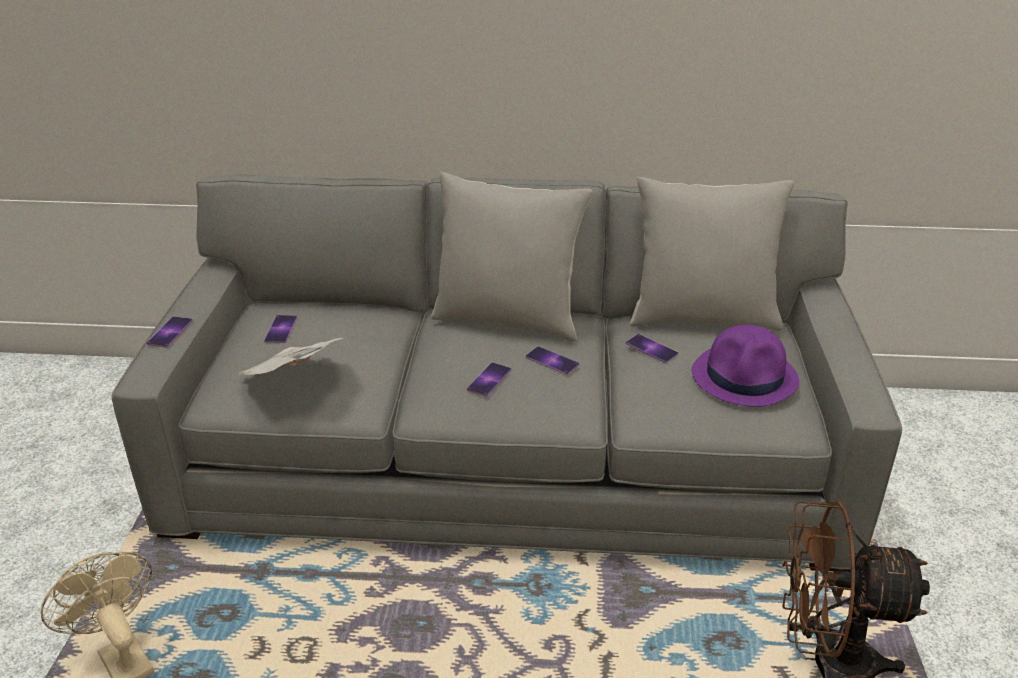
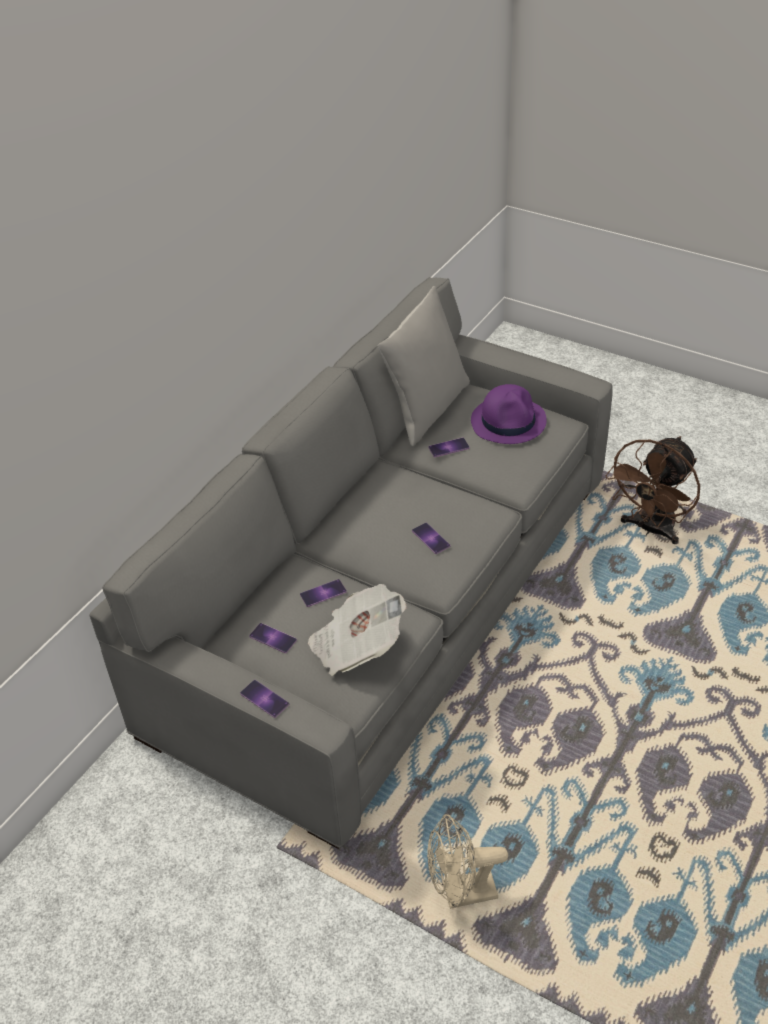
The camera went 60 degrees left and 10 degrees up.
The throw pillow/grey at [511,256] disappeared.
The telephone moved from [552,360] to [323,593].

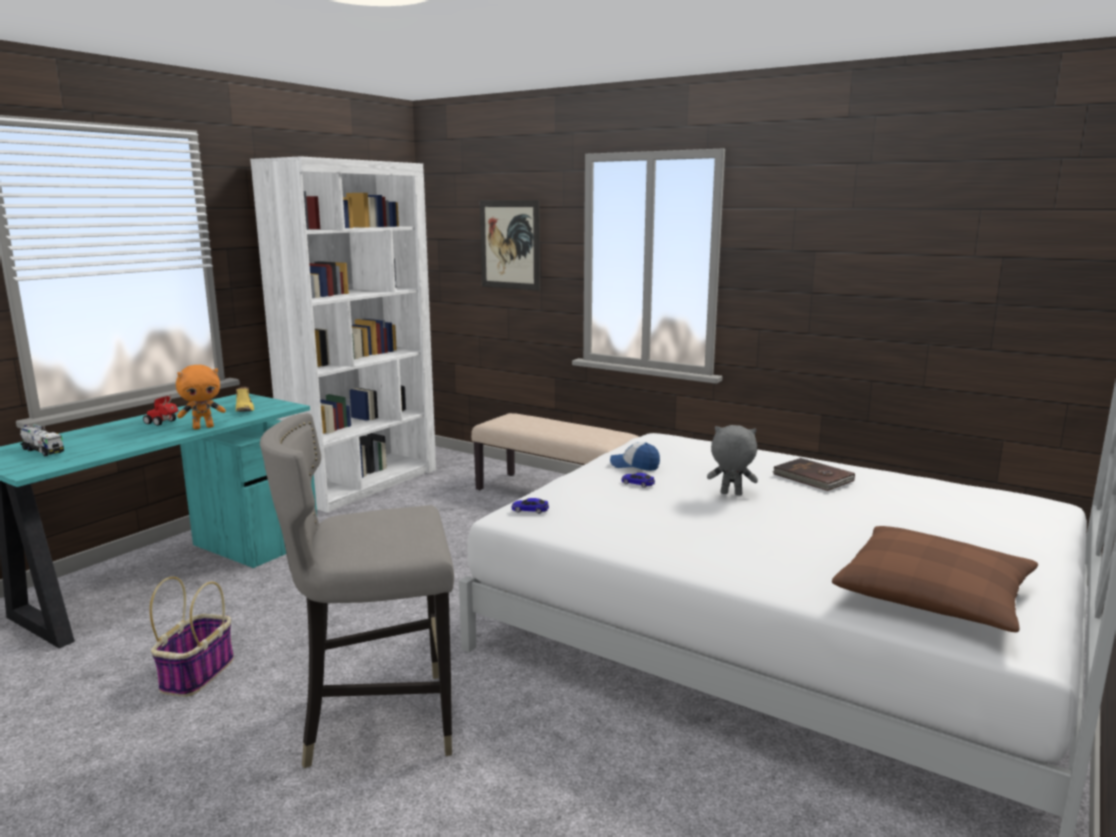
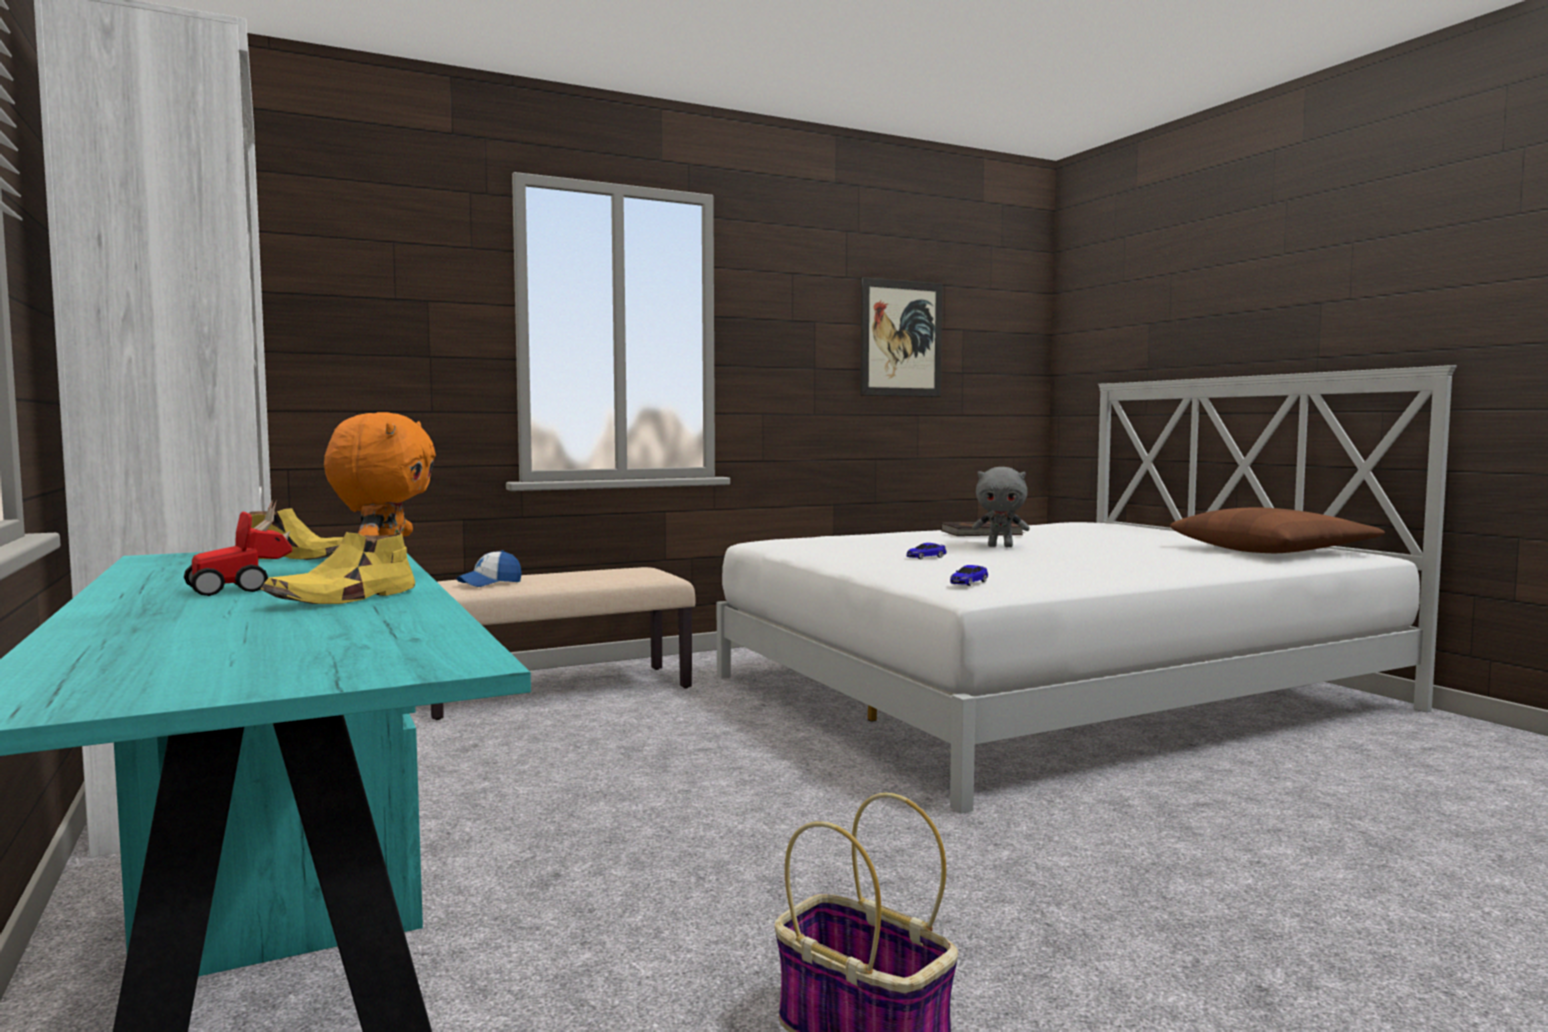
The camera went 60 degrees left and 10 degrees down.
The picture moved from [510,245] to [901,337].
The stool seat/grey at [357,591] disappeared.
The model truck at [42,440] disappeared.
The soft toy/grey at [732,460] turned 120 degrees counterclockwise.
The baseball cap moved from [635,456] to [489,568].
The item of footwear/yellowish at [337,568] appeared.

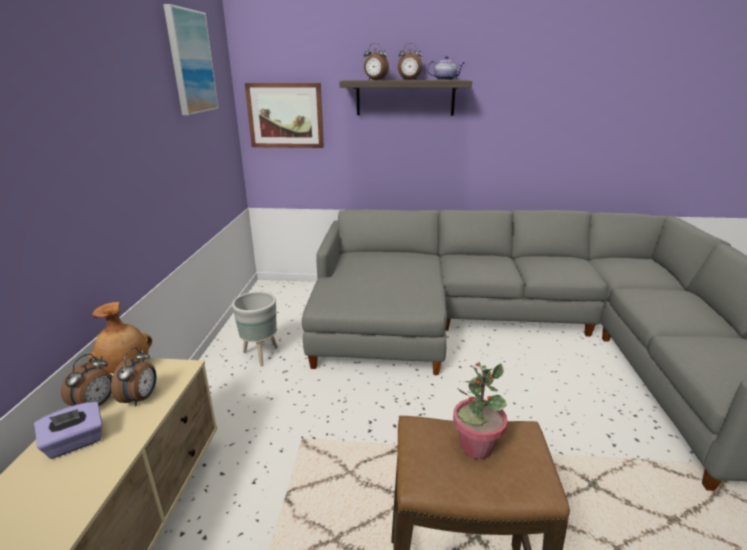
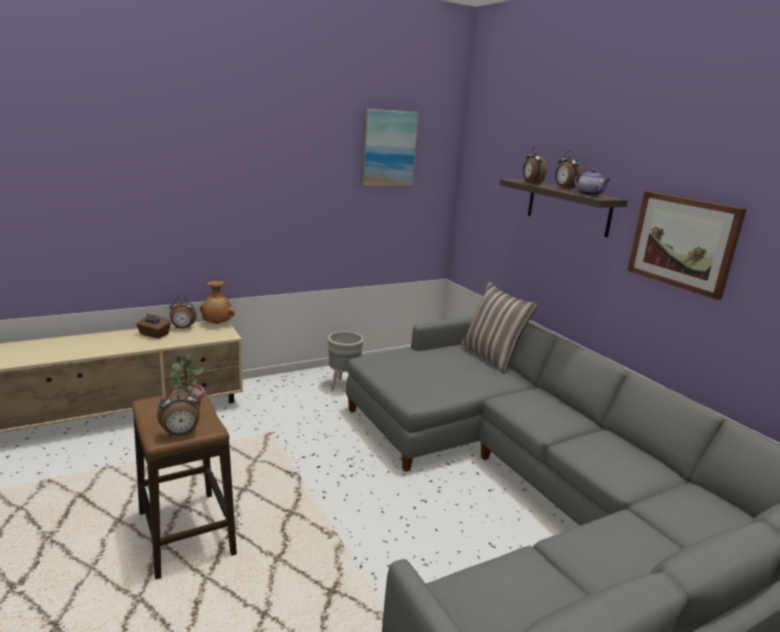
The camera went 55 degrees right and 5 degrees down.
The picture moved from [284,115] to [686,245].
The alarm clock moved from [133,377] to [178,411].
The tissue holder/purplish at [68,430] became the tissue holder/brownish at [153,326].
The throw pillow at [499,327] appeared.

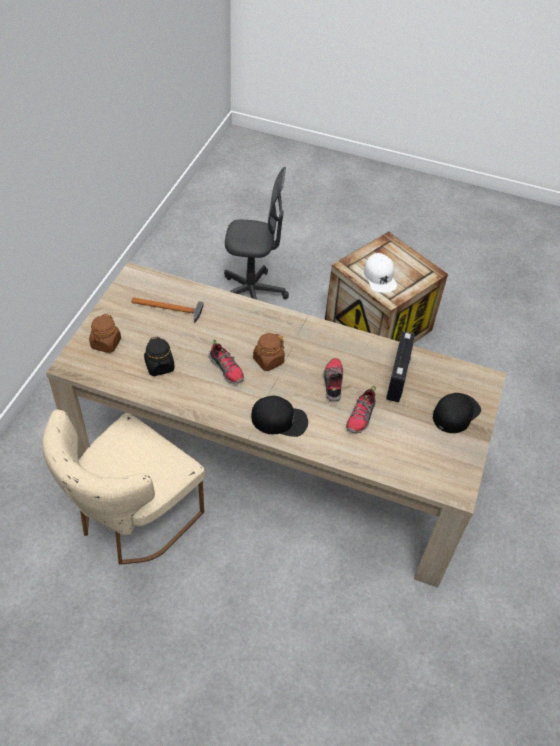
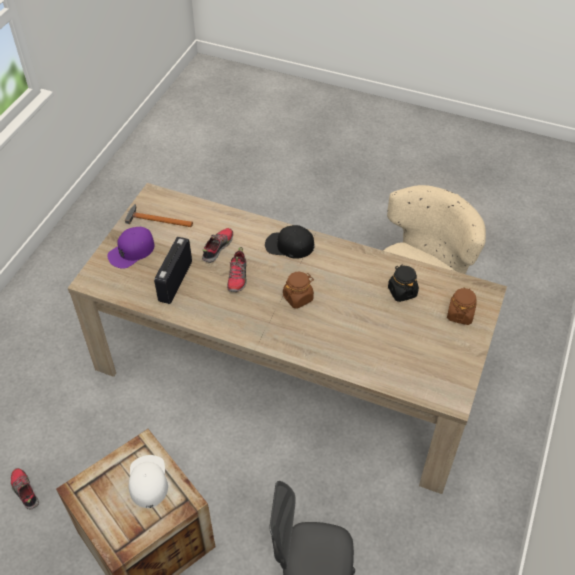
The camera went 175 degrees left and 0 degrees up.
The hammer moved from [168,310] to [159,215].
The item of footwear moved from [226,361] to [25,489].
The baseball cap/black-coloured at [457,413] became the baseball cap/purplish at [130,248].

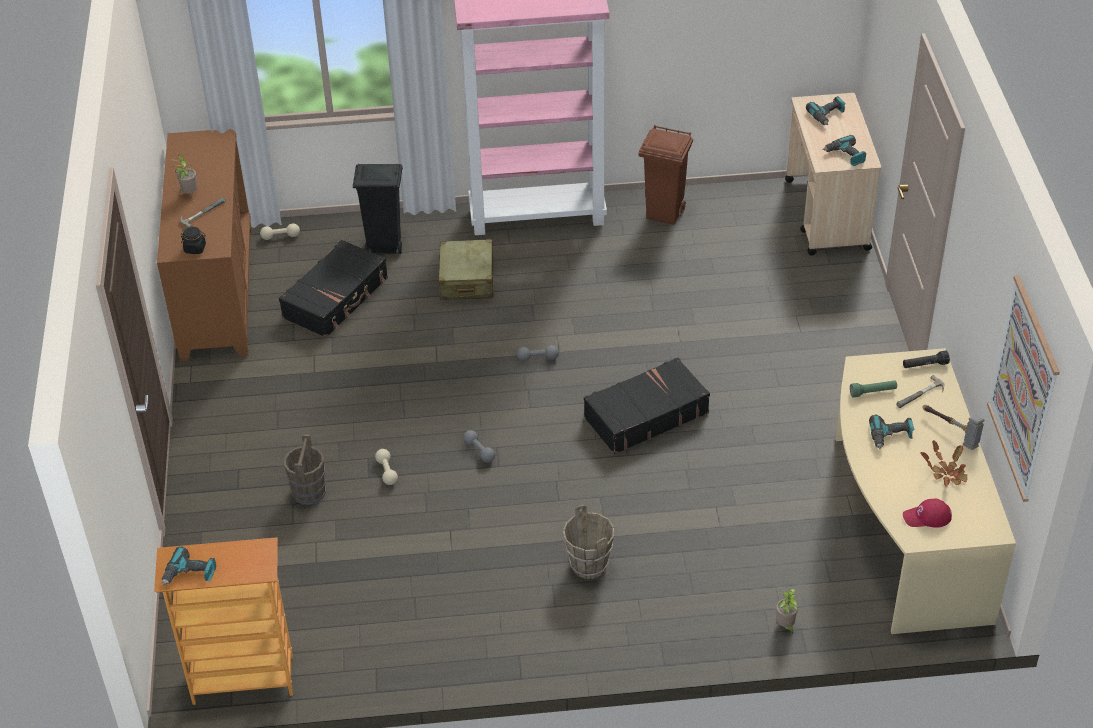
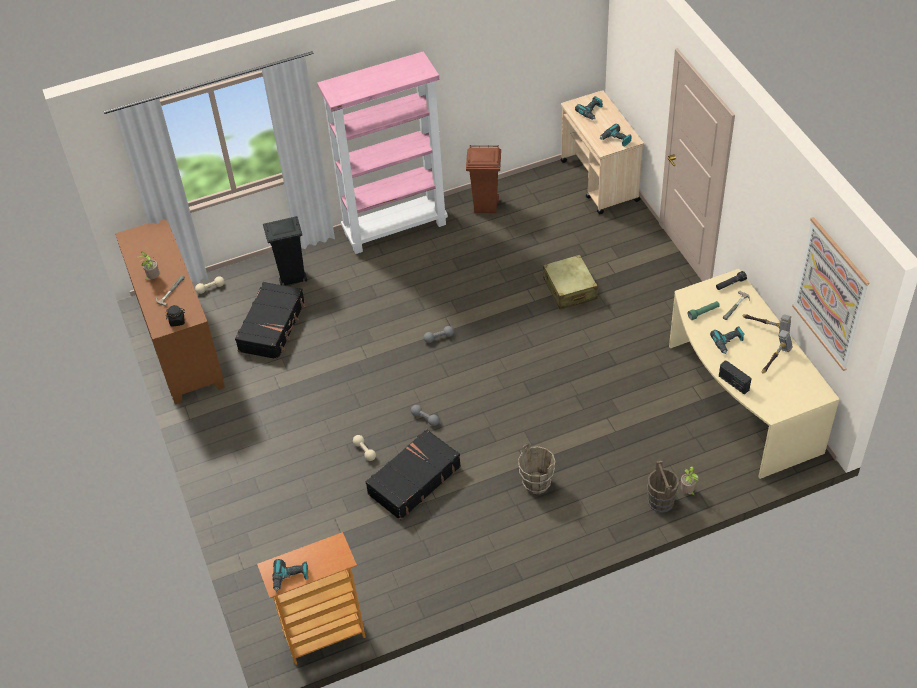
The camera went 15 degrees left and 5 degrees up.
The piece of luggage/beige-coloured moved from [466,269] to [570,282].
The piece of luggage/black-coloured moved from [647,405] to [413,474].
The bucket/brownish moved from [305,469] to [663,487].
The houseplant at [943,463] was replaced by the hammer at [777,352].
The baseball cap/red-coloured at [927,513] disappeared.
The radio set at [735,377] appeared.

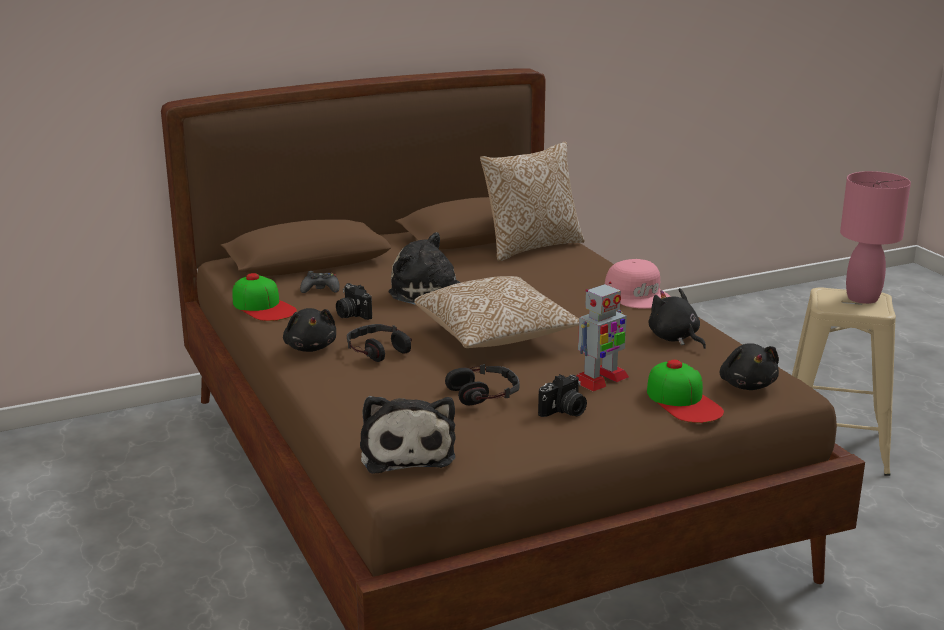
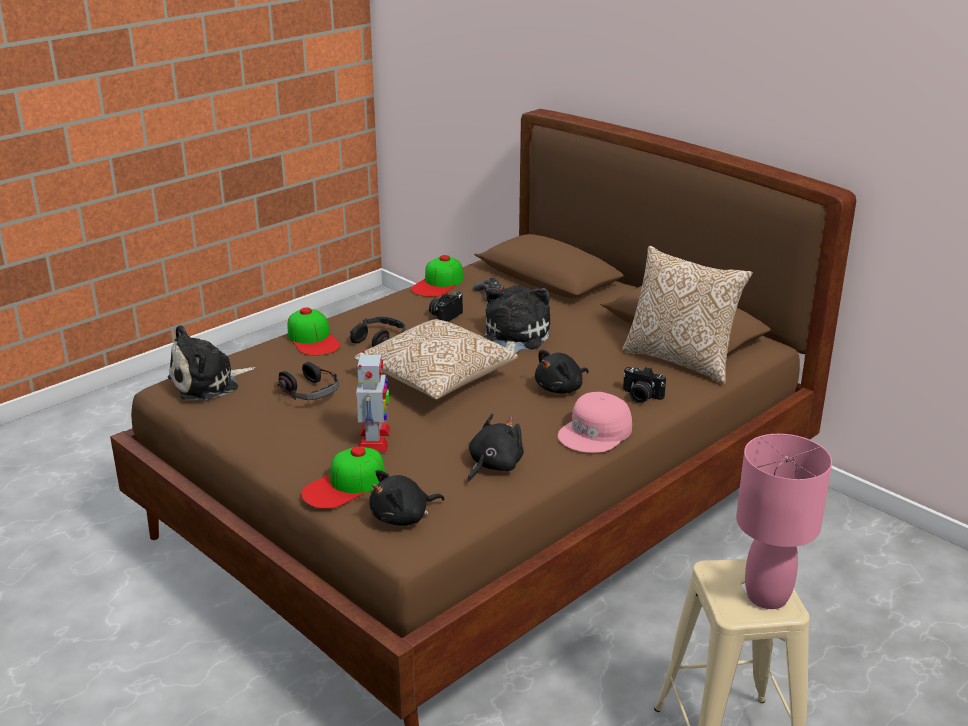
The camera went 70 degrees right and 5 degrees up.
The robot figure at [602,336] turned 120 degrees counterclockwise.
The soft toy/black-coloured moved from [309,330] to [562,371].
The photo camera moved from [562,395] to [644,385].
The baseball cap at [314,331] appeared.

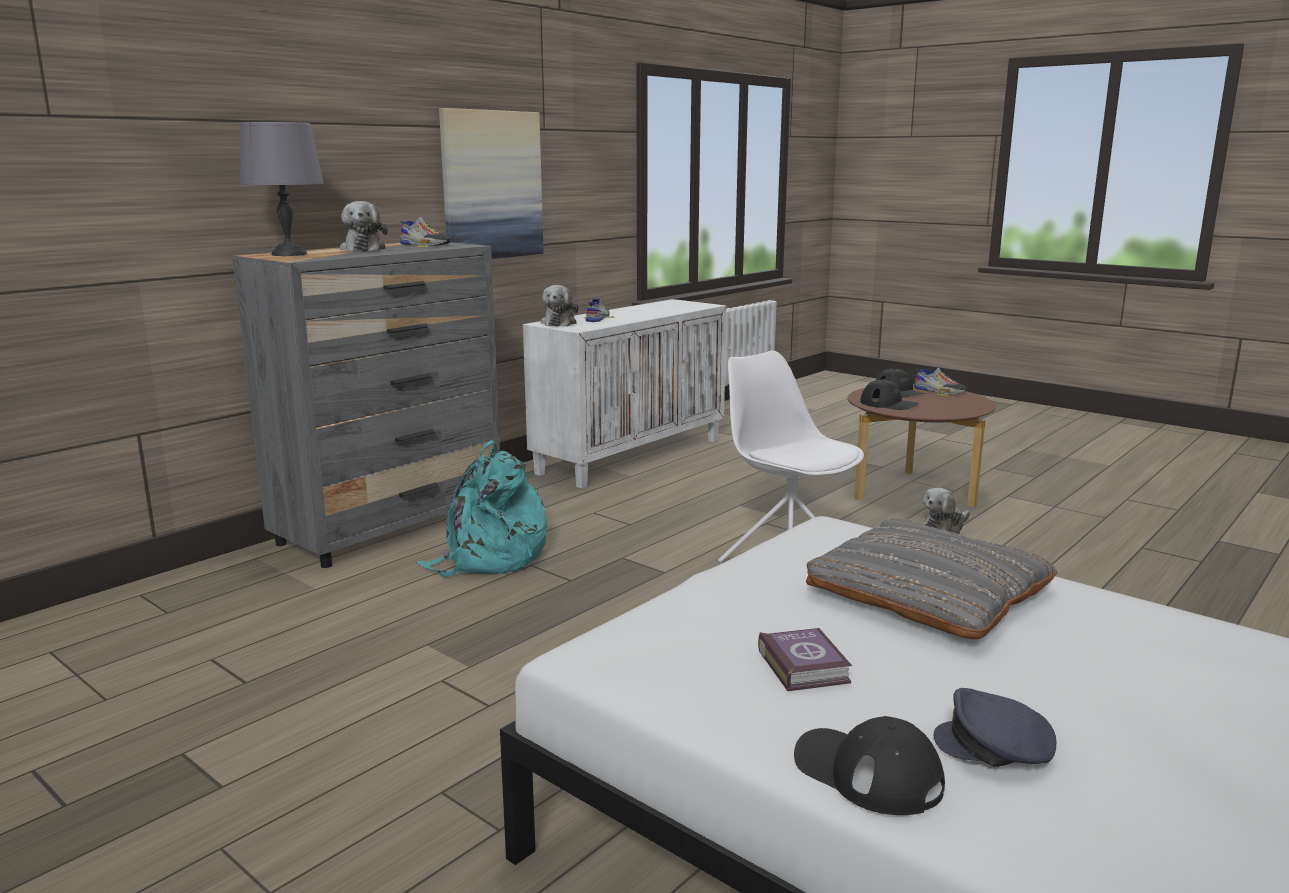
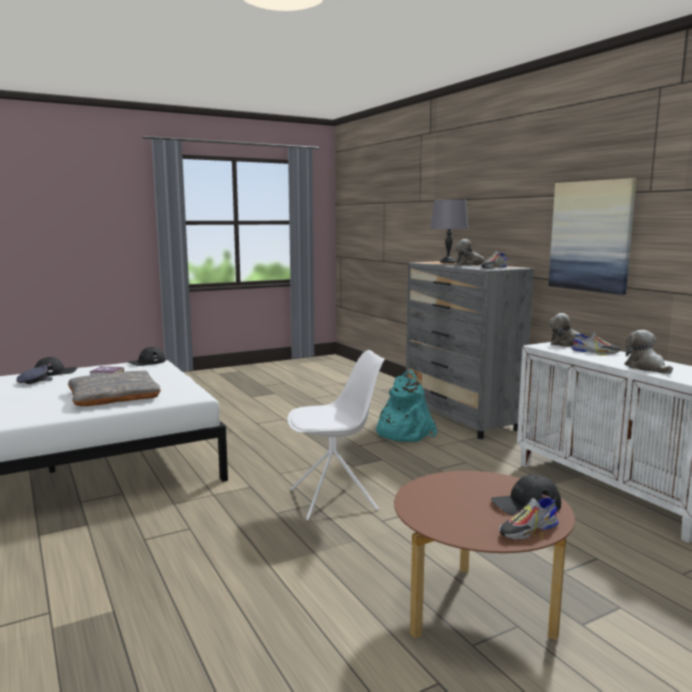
The camera went 110 degrees right and 5 degrees down.
The baseball cap/black-coloured moved from [889,395] to [147,356].
The soft toy moved from [946,511] to [648,352].

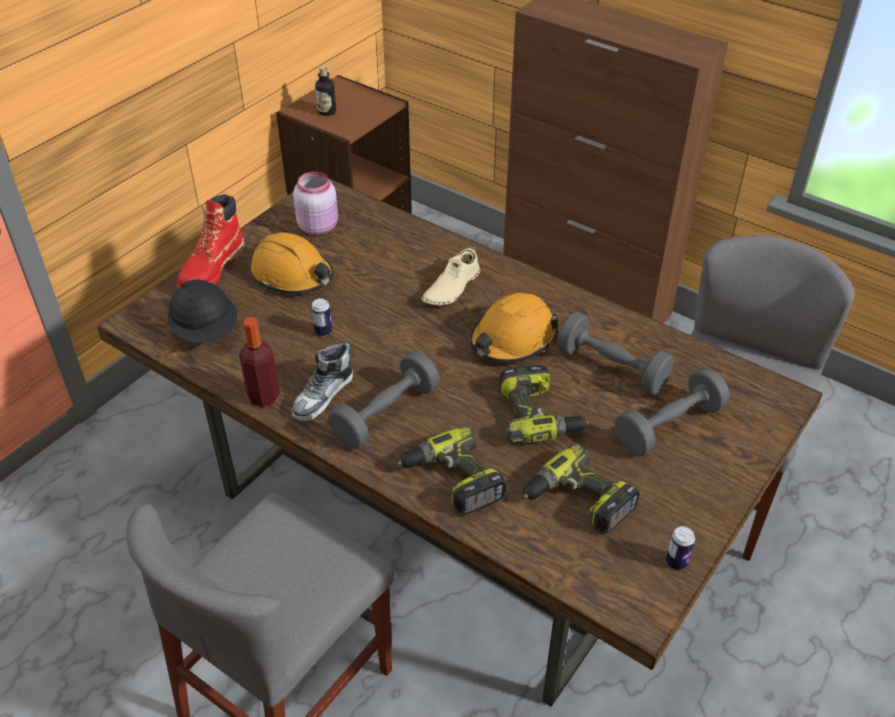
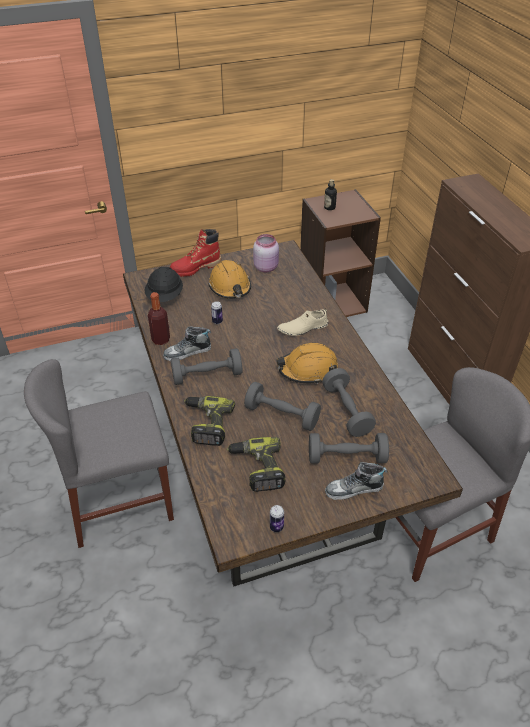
The camera went 35 degrees right and 0 degrees up.
The power drill at [544,403] was replaced by the free weight/grey at [282,406].
The item of footwear at [356,481] appeared.

